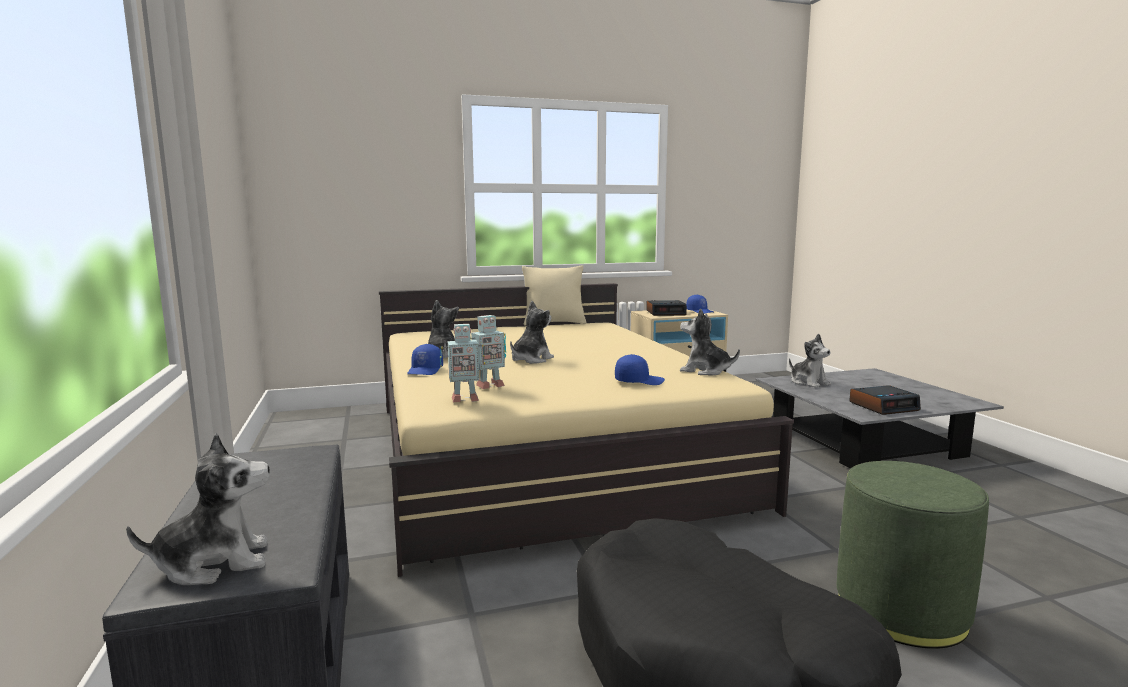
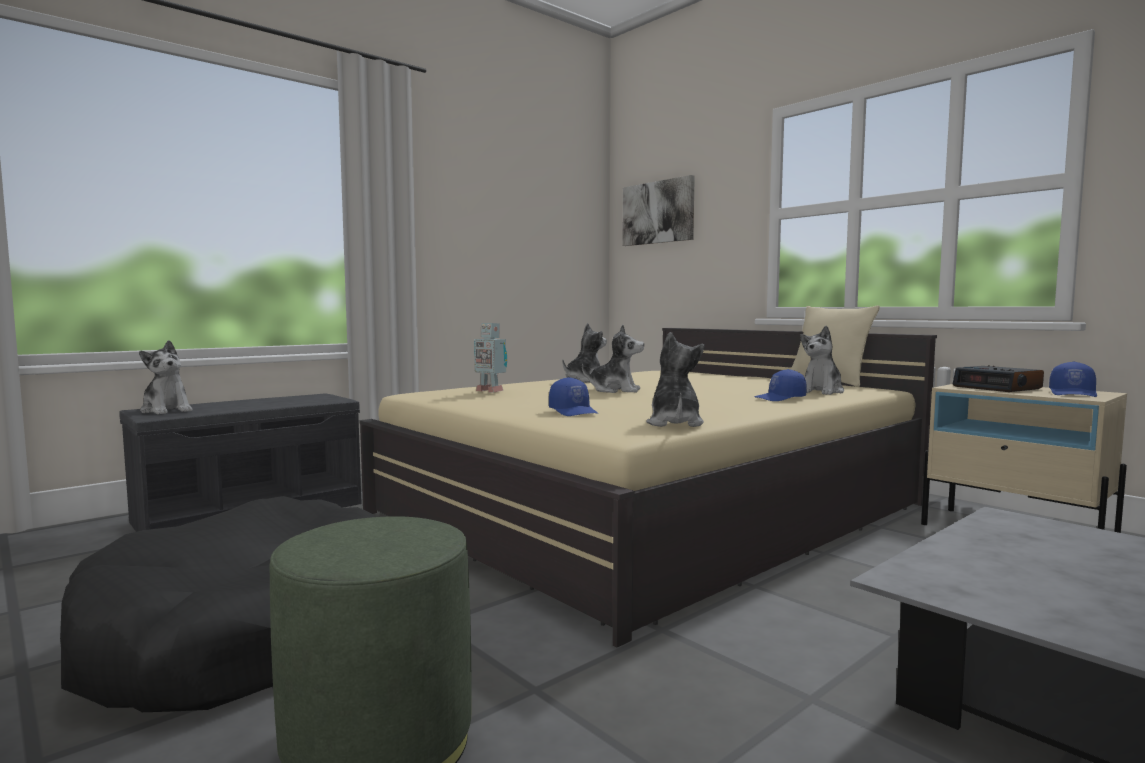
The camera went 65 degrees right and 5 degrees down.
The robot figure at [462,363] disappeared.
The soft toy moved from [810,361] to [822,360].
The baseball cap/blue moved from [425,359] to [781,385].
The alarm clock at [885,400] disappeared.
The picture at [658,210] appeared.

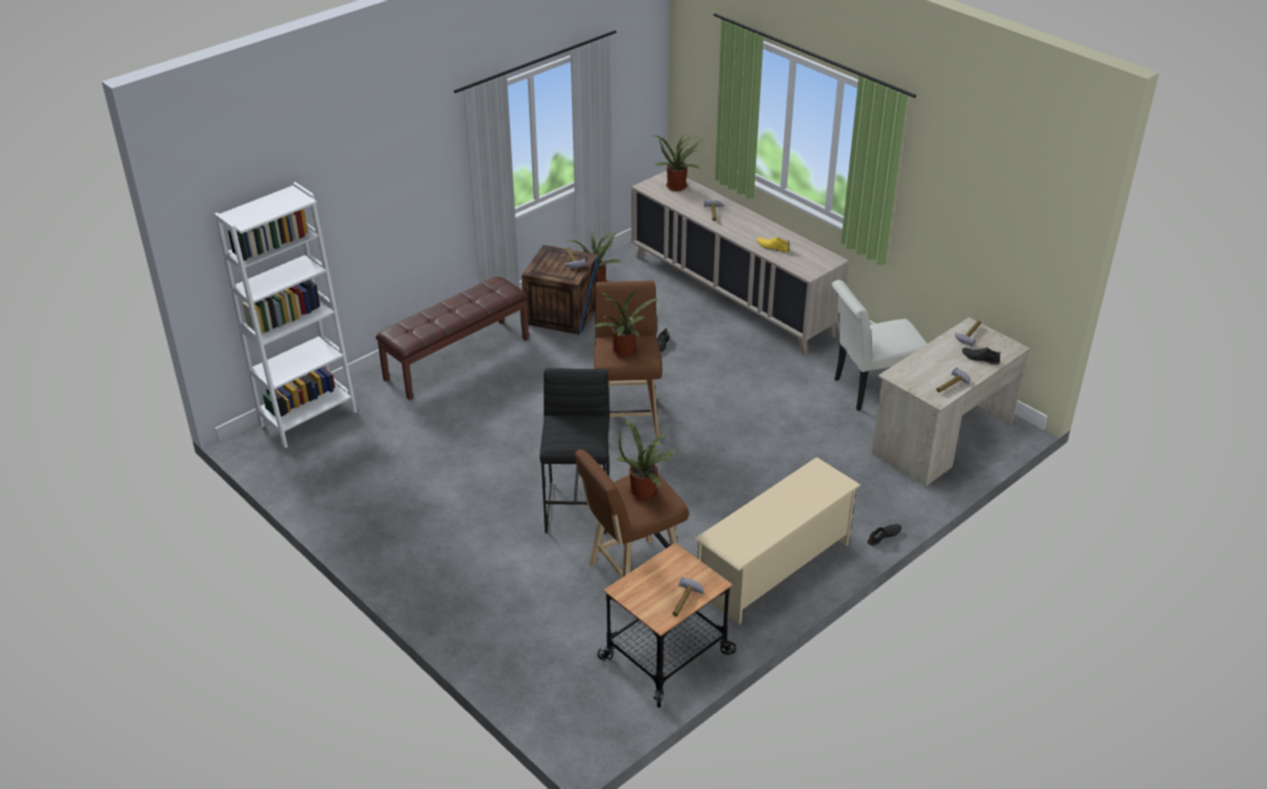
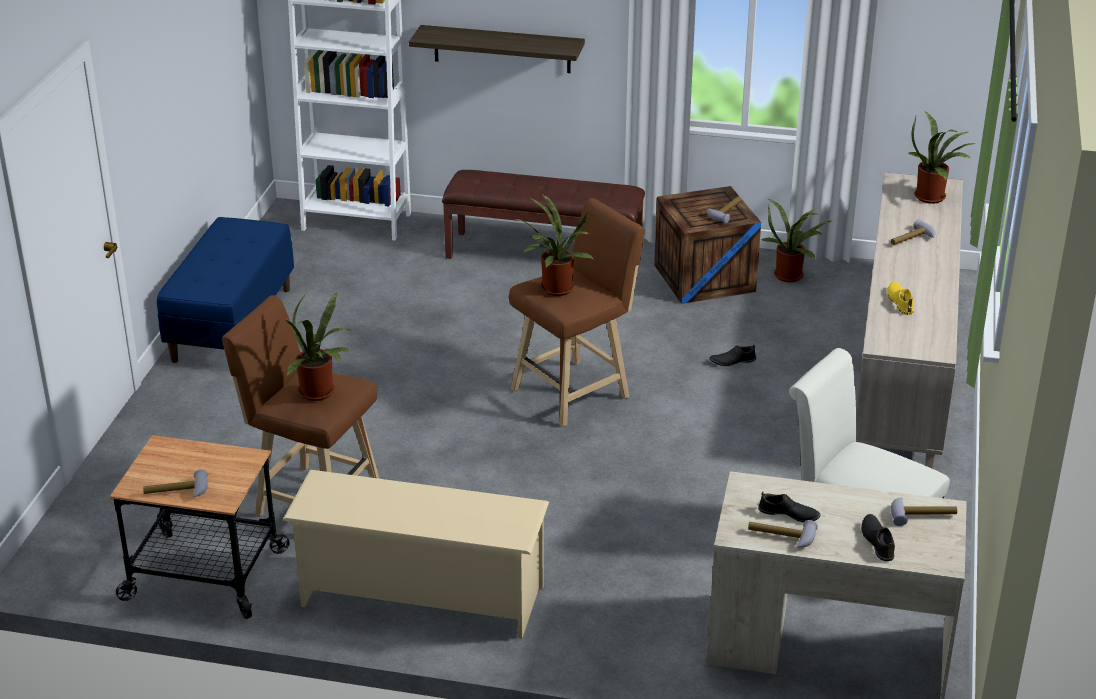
The camera went 55 degrees right and 5 degrees down.
The stool seat/black-coloured at [575,451] disappeared.
The item of footwear/black-coloured moved from [884,535] to [789,507].
The wall shelf at [497,49] appeared.
The long seat/blue at [225,290] appeared.

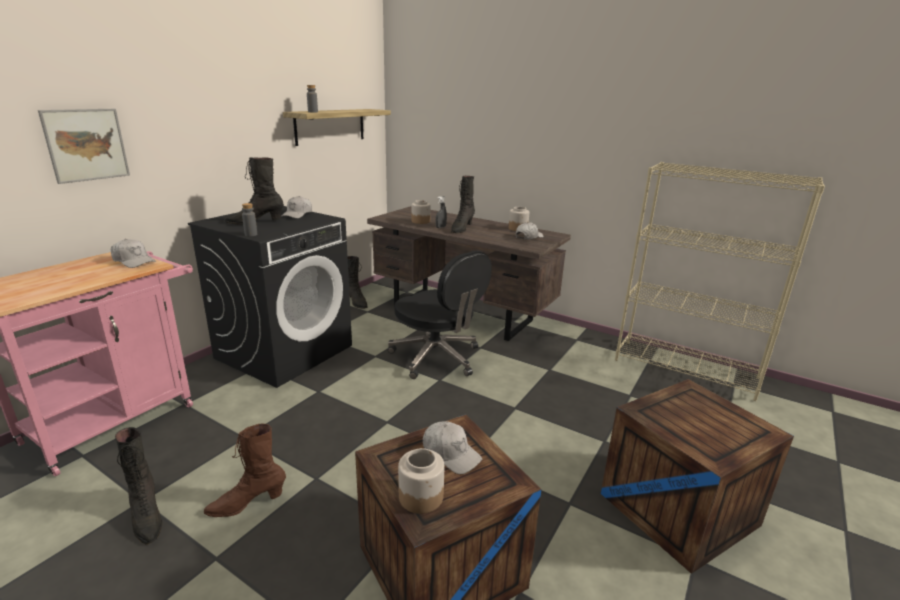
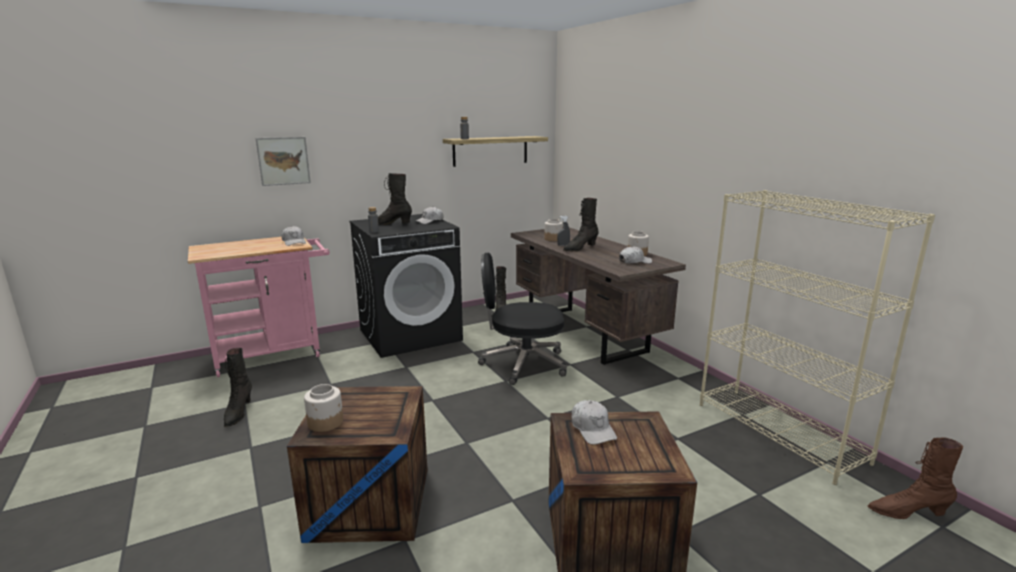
The camera went 30 degrees right and 5 degrees down.
The office chair/black-coloured at [440,314] turned 105 degrees clockwise.
The baseball cap/white moved from [452,447] to [594,422].
The high-top boot/brownish moved from [245,470] to [915,478].

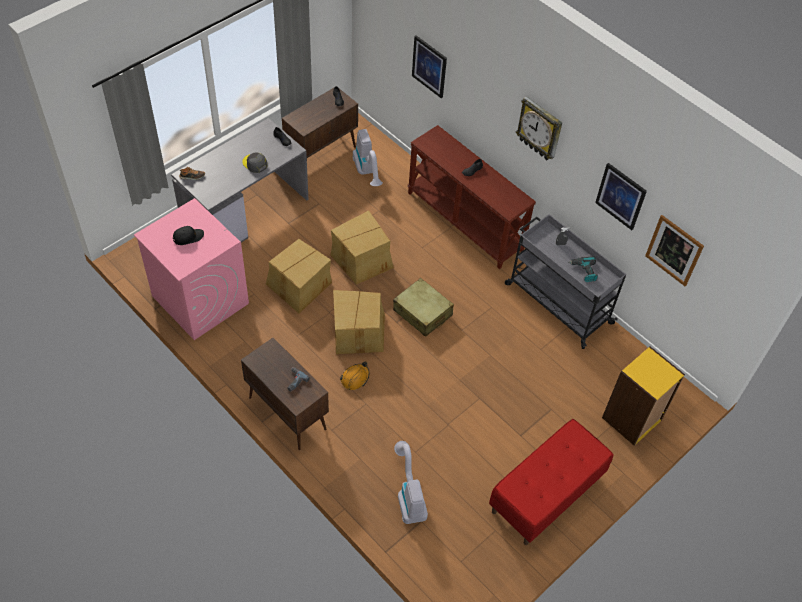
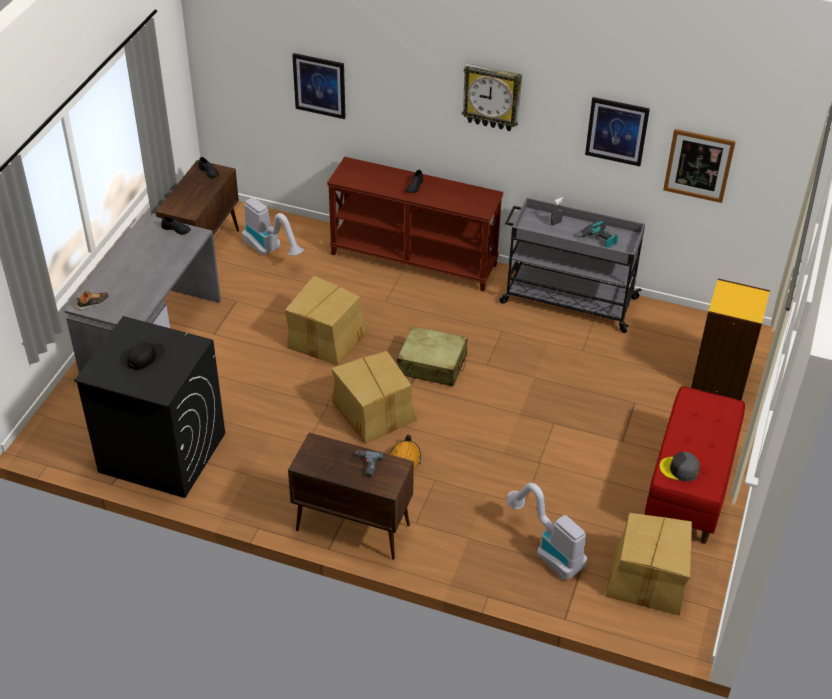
The camera went 25 degrees left and 10 degrees down.
The baseball cap/grey moved from [254,162] to [679,467].
The washing machine/pink at [191,269] became the washing machine/black-coloured at [149,407].
The cardboard box moved from [299,276] to [648,564].

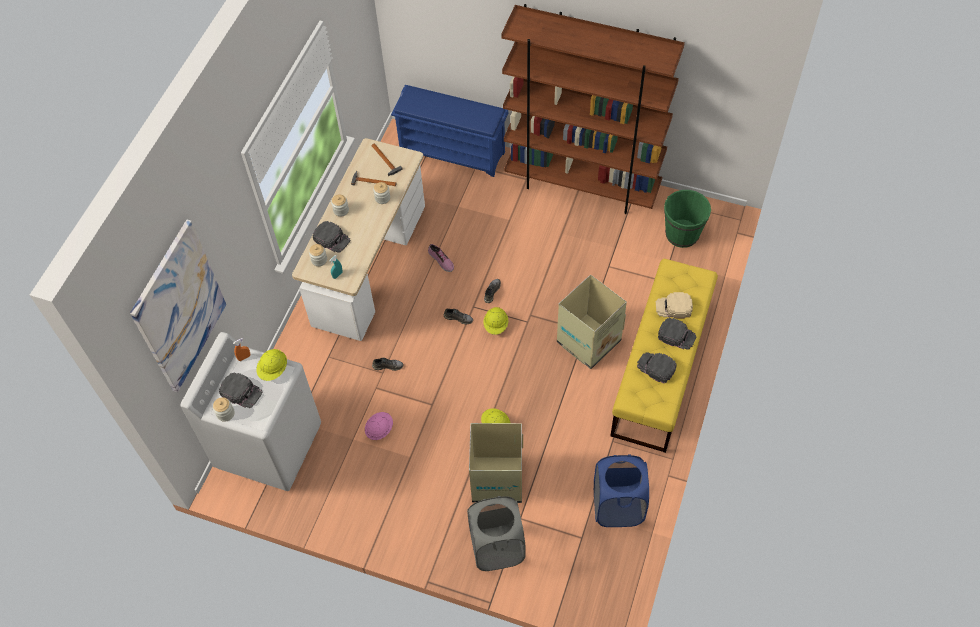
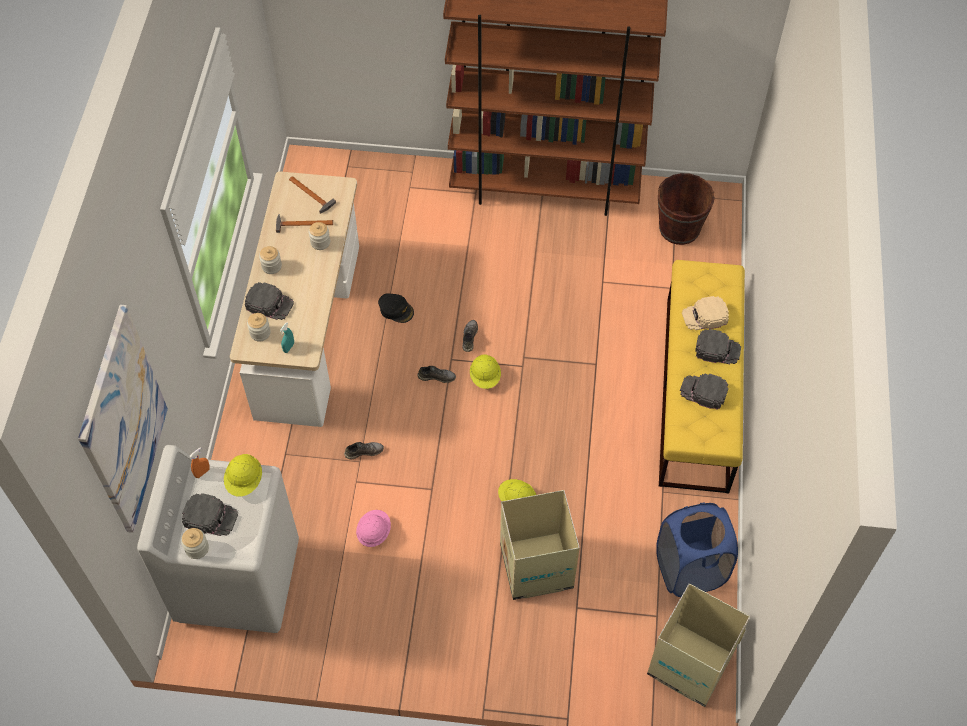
The camera went 15 degrees left and 0 degrees up.
The shoe rack/blue at [449,131] disappeared.
The bucket/green-coloured at [687,219] became the bucket/brownish at [686,209].
The item of footwear at [441,258] was replaced by the baseball cap/black-coloured at [396,308].
The cardboard box moved from [592,322] to [698,645].
The hamper/grey at [496,533] disappeared.

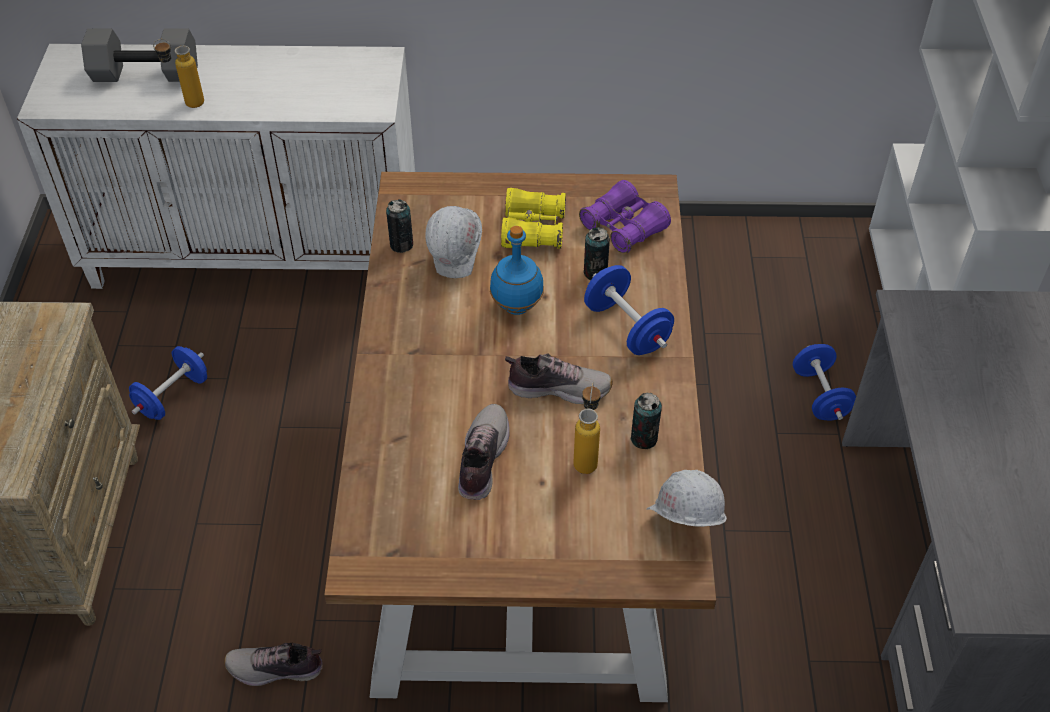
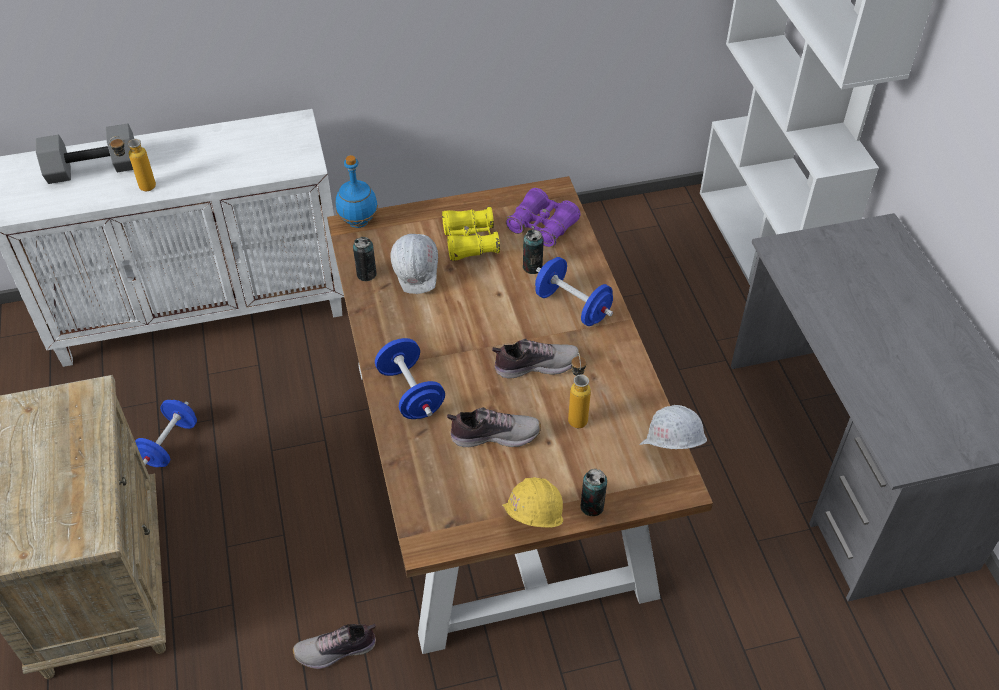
The camera went 15 degrees left and 0 degrees up.
The drink bottle/blue moved from [517,270] to [356,191].
The free weight/blue moved from [824,382] to [410,378].
The sealed can moved from [646,421] to [593,492].
The item of footwear at [484,452] turned 90 degrees clockwise.
The hard hat/yellowish at [533,502] appeared.

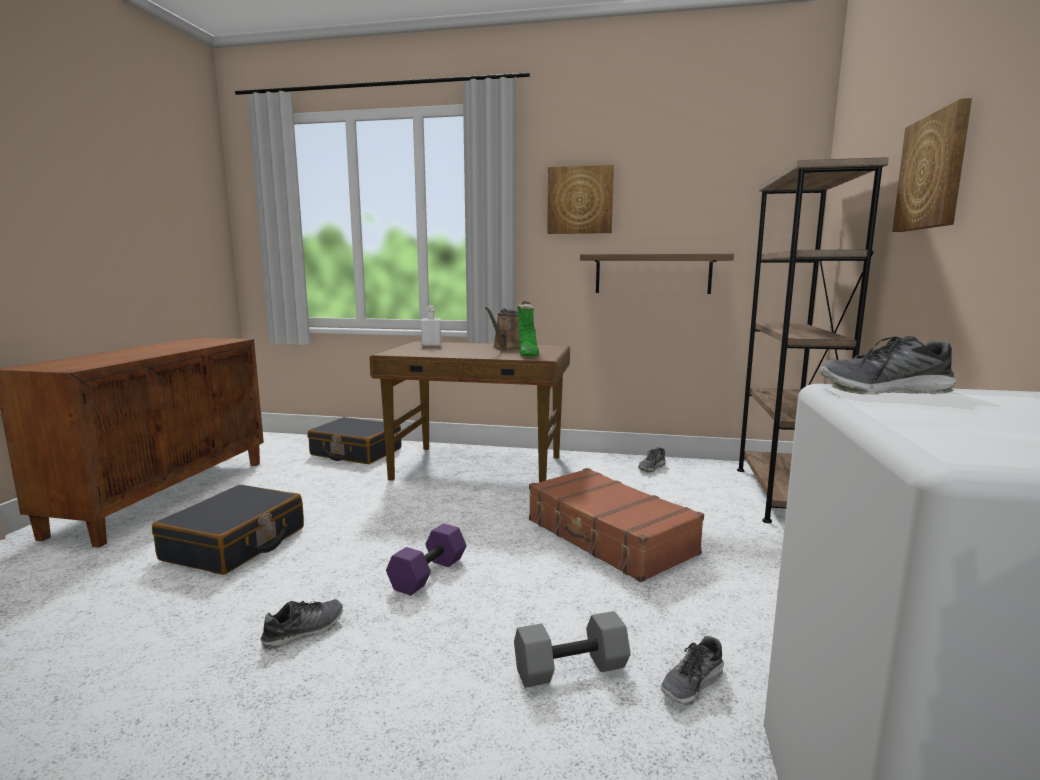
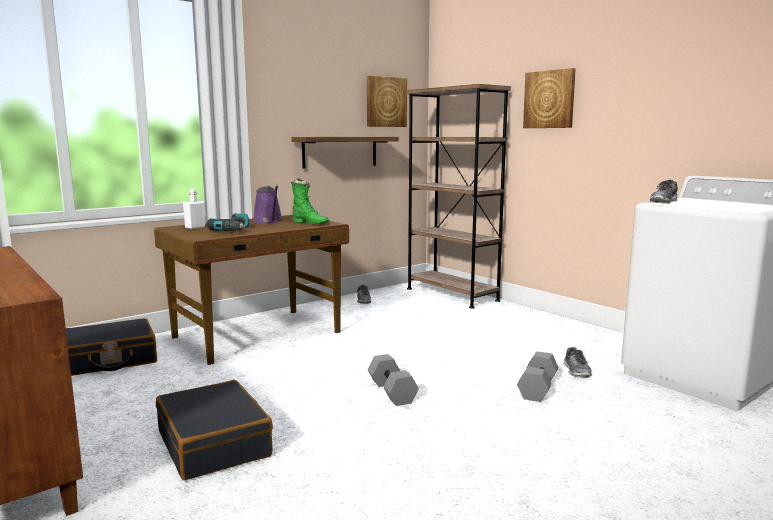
The camera went 50 degrees left and 0 degrees up.
The picture moved from [580,199] to [387,101].
The watering can/brownish at [503,328] became the watering can/purplish at [268,204].
The piece of luggage/brownish at [616,525] disappeared.
The free weight/purplish at [426,559] became the free weight/grey at [393,380].
The item of footwear at [302,624] disappeared.
The power drill at [228,222] appeared.

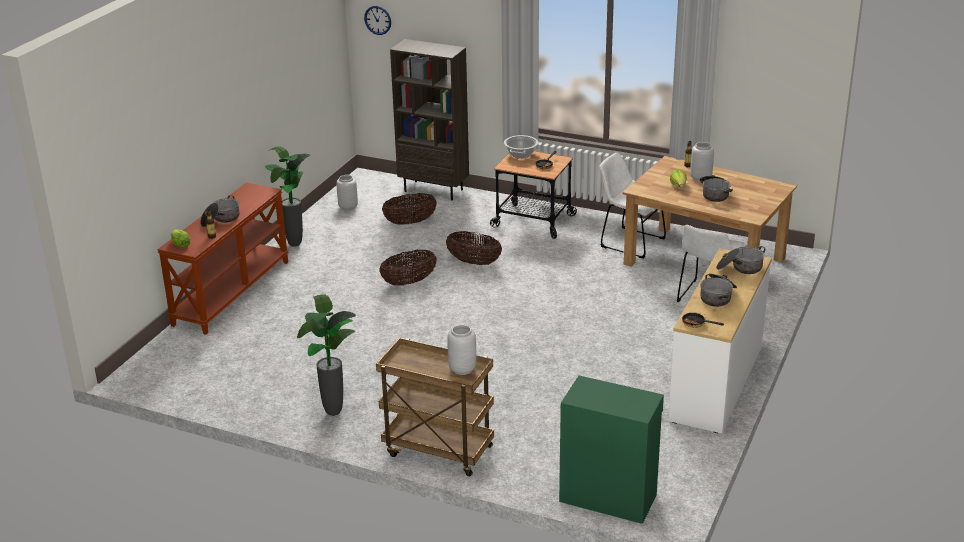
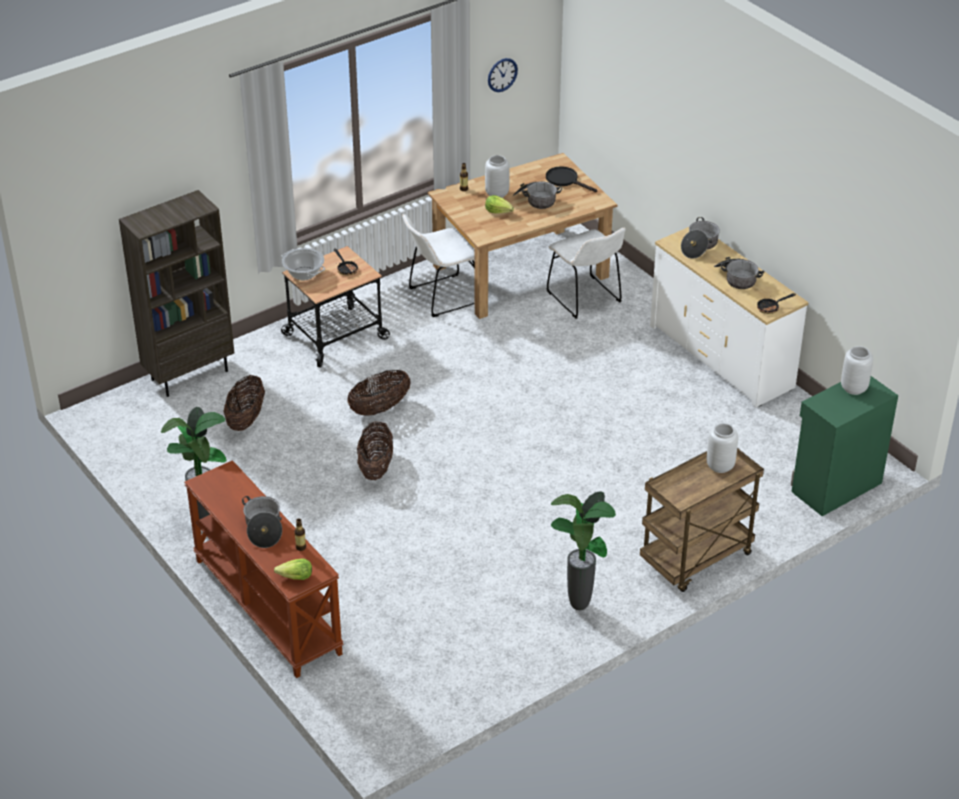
The camera went 60 degrees left and 10 degrees up.
The hanging clock moved from [377,20] to [503,75].
The decorative vase/grey moved from [347,193] to [857,370].
The pan/black-coloured at [571,179] appeared.

